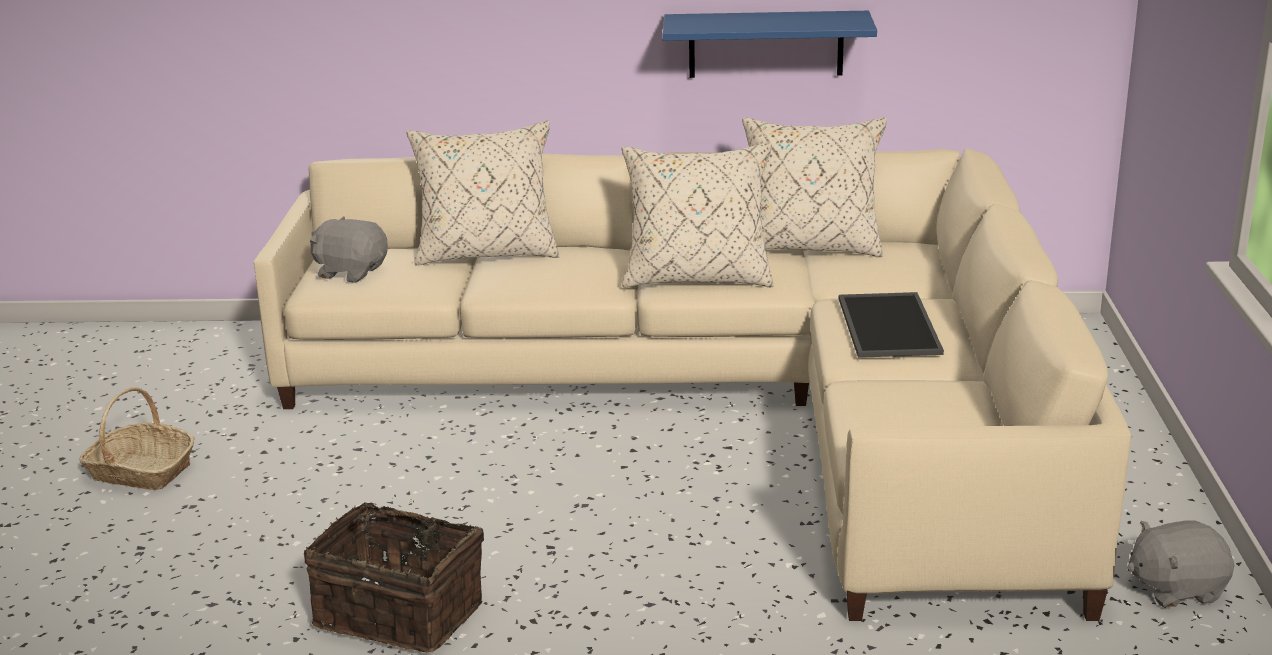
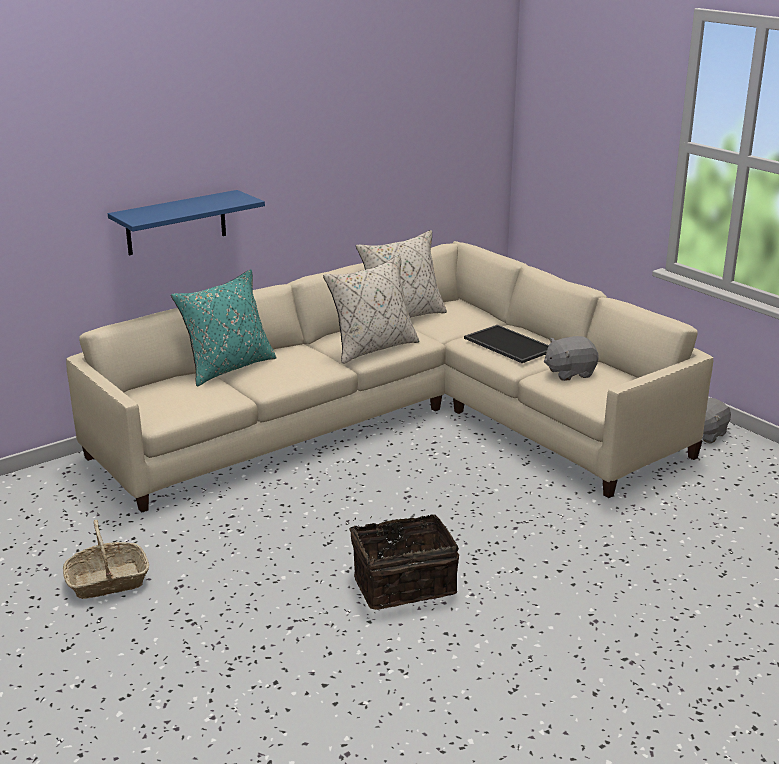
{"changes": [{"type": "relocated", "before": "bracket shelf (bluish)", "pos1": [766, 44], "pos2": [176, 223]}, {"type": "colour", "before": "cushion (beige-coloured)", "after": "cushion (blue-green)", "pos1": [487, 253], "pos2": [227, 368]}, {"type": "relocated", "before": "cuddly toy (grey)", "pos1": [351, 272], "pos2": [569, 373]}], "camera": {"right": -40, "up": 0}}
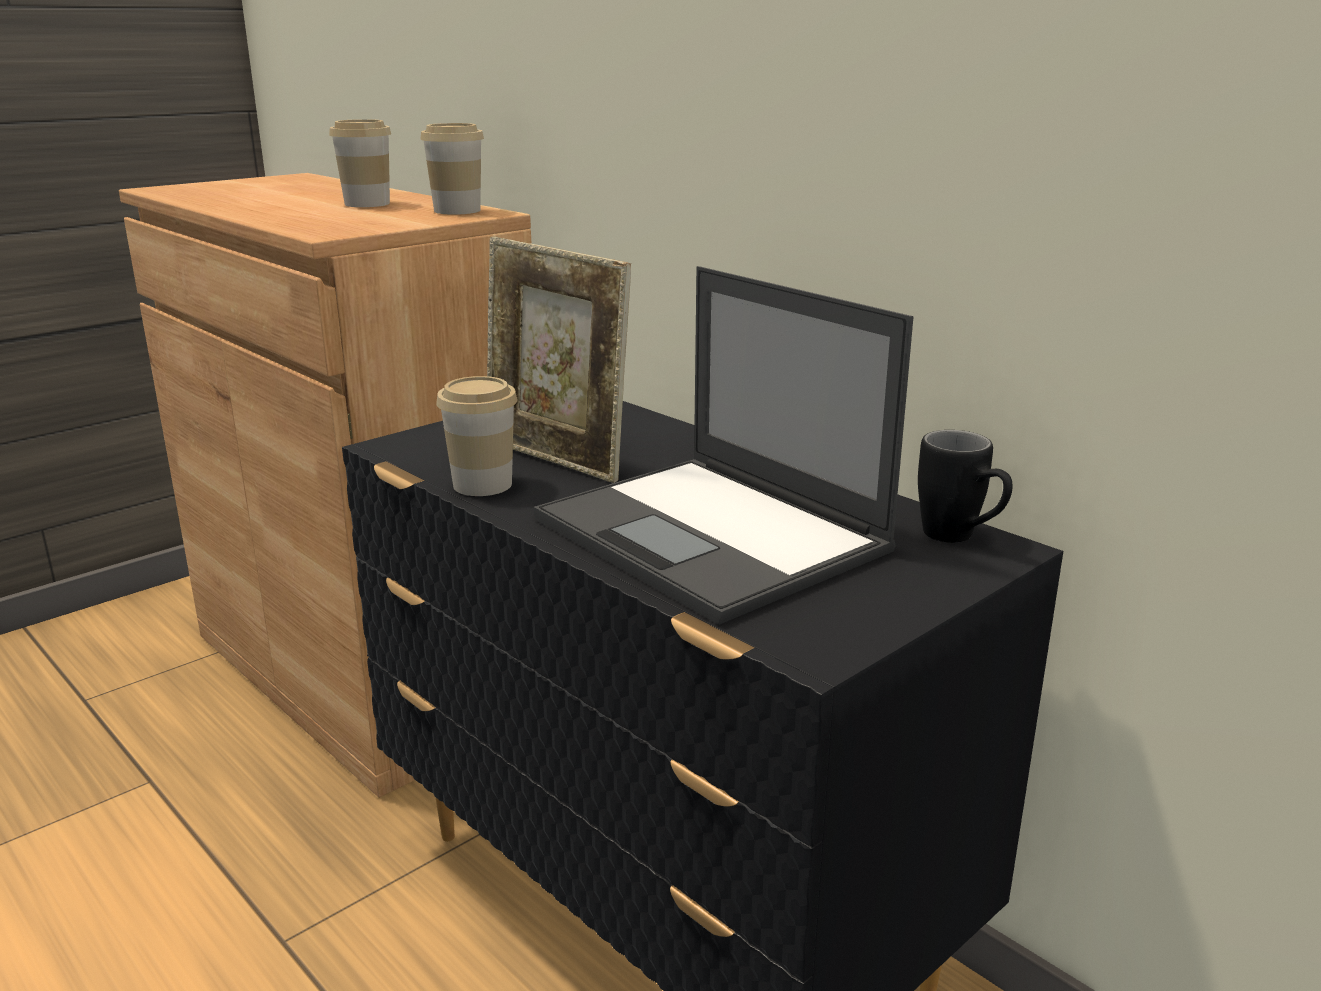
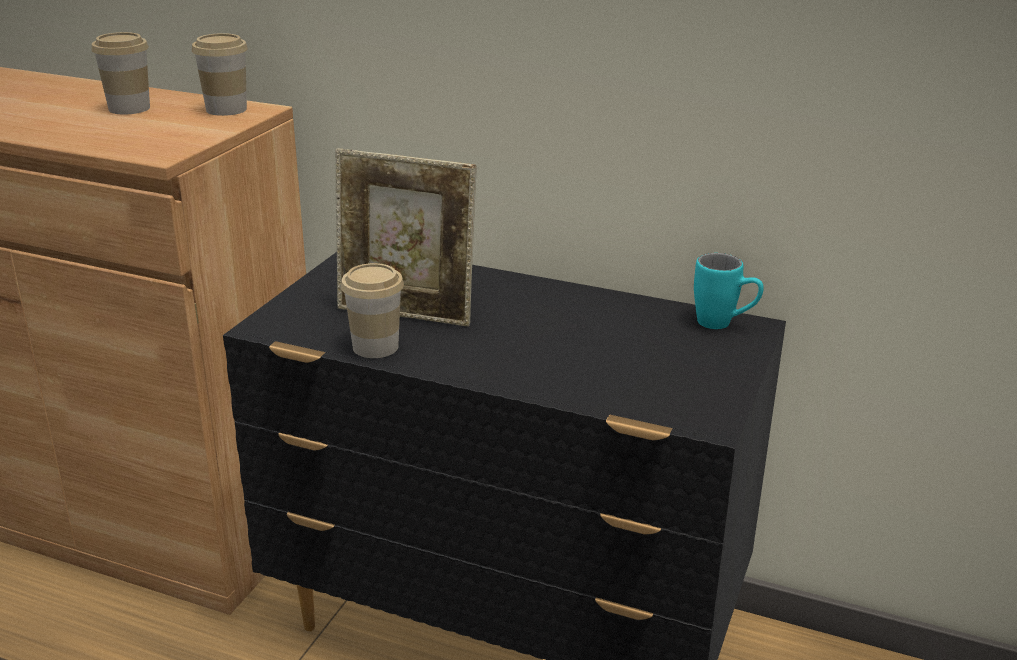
{"changes": [{"type": "missing", "before": "notebook computer", "pos1": [713, 536]}, {"type": "colour", "before": "mug (blackish)", "after": "mug (blue-green)", "pos1": [960, 539], "pos2": [724, 324]}], "camera": {"right": -25, "up": 5}}
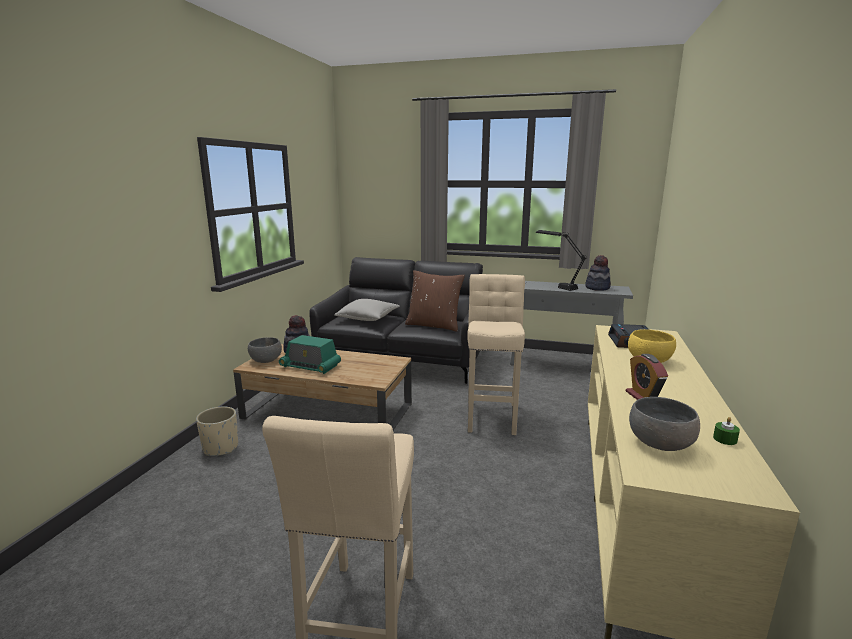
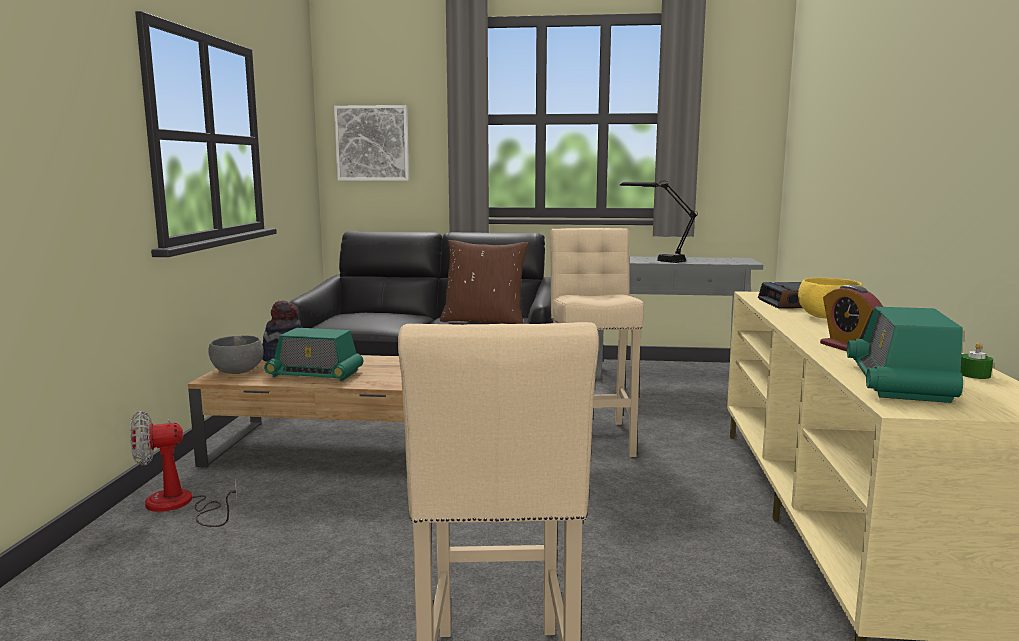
{"changes": [{"type": "missing", "before": "clothing hat", "pos1": [597, 288]}, {"type": "missing", "before": "cushion (grey)", "pos1": [368, 318]}, {"type": "exchanged", "before": "deep dish (grey)", "after": "radio set", "pos1": [660, 443], "pos2": [899, 382]}, {"type": "exchanged", "before": "plant pot (beige-coloured)", "after": "cooling fan", "pos1": [221, 448], "pos2": [179, 505]}, {"type": "appeared", "after": "picture", "pos2": [372, 143]}], "camera": {"right": -10, "up": -5}}
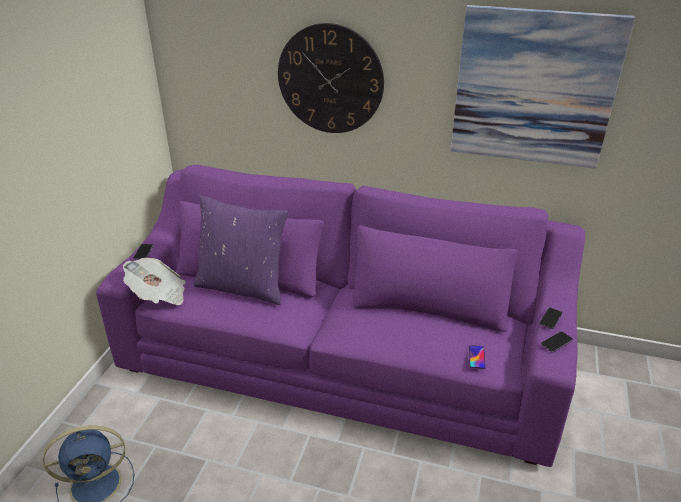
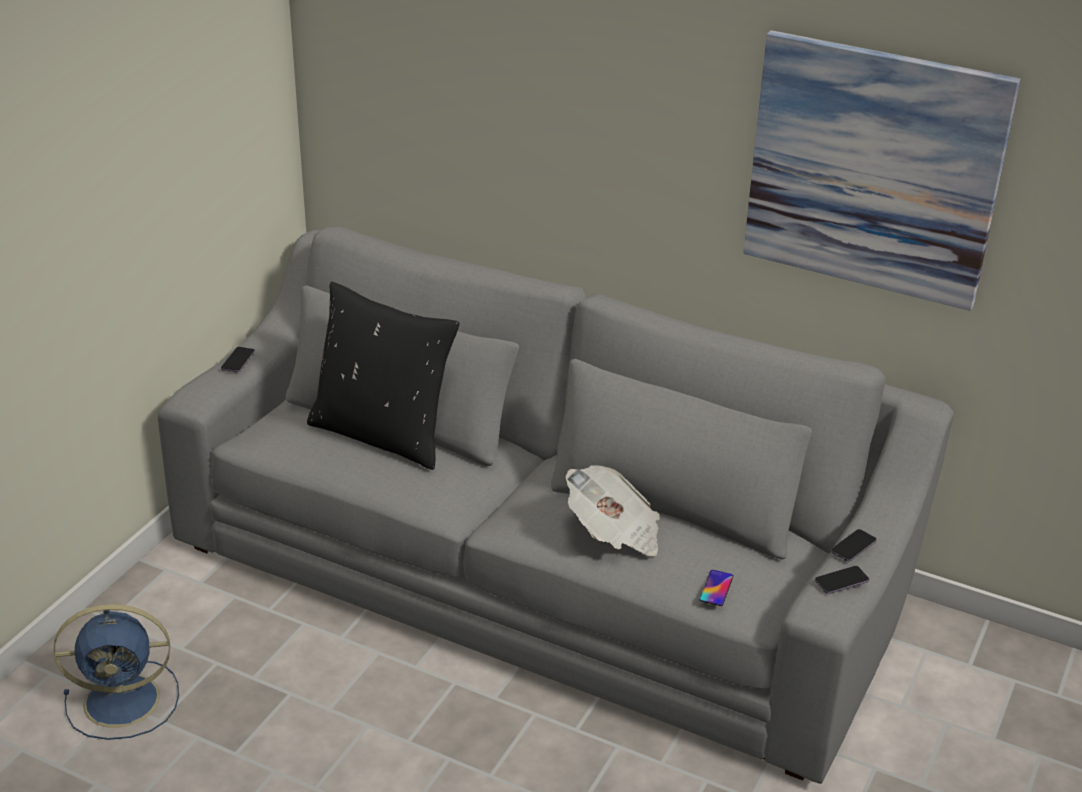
{"changes": [{"type": "missing", "before": "wall clock", "pos1": [330, 79]}, {"type": "colour", "before": "sofa (purplish)", "after": "sofa (grey)", "pos1": [341, 356], "pos2": [538, 575]}, {"type": "colour", "before": "cushion (purplish)", "after": "cushion (blackish)", "pos1": [243, 286], "pos2": [383, 434]}, {"type": "relocated", "before": "printed paper", "pos1": [158, 294], "pos2": [614, 533]}], "camera": {"right": 10, "up": 0}}
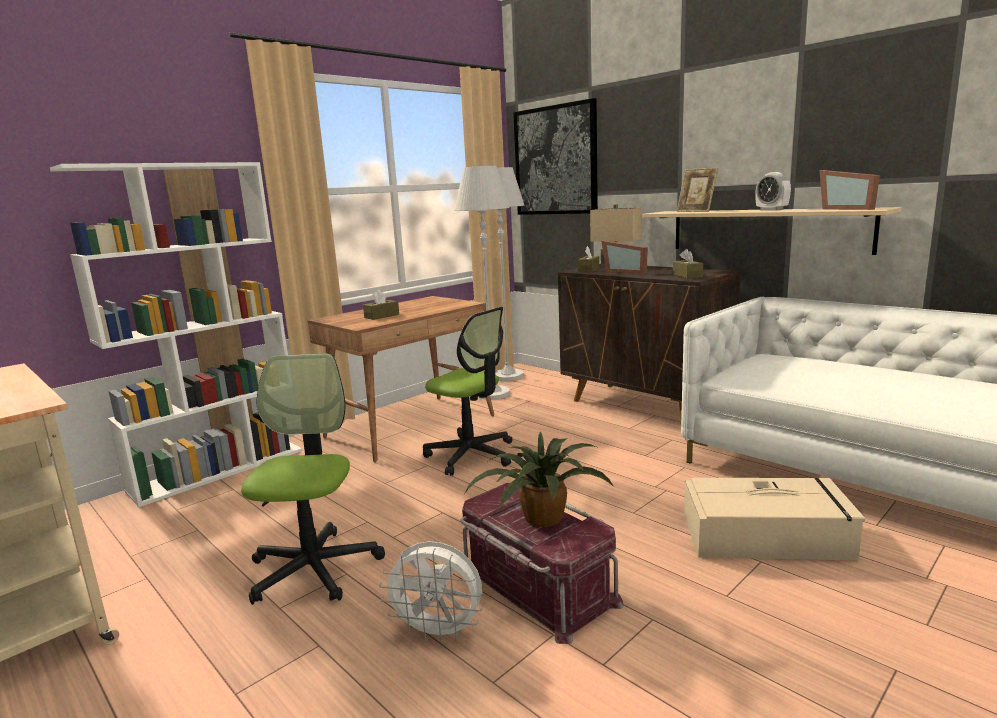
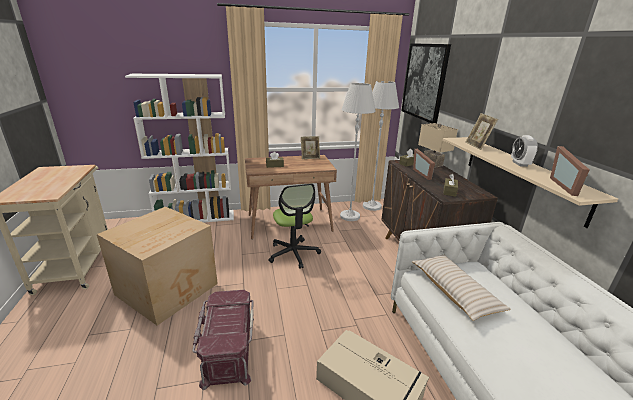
{"changes": [{"type": "exchanged", "before": "office chair", "after": "carton", "pos1": [314, 569], "pos2": [169, 289]}, {"type": "missing", "before": "plant in a pot", "pos1": [540, 519]}, {"type": "missing", "before": "cooling fan (whitish)", "pos1": [439, 632]}, {"type": "appeared", "after": "photo frame", "pos2": [310, 157]}, {"type": "appeared", "after": "cushion (beige-coloured)", "pos2": [454, 291]}], "camera": {"right": 30, "up": 10}}
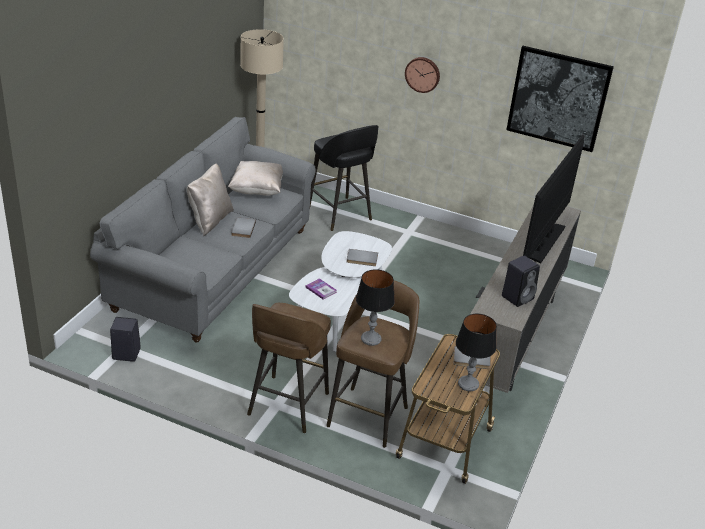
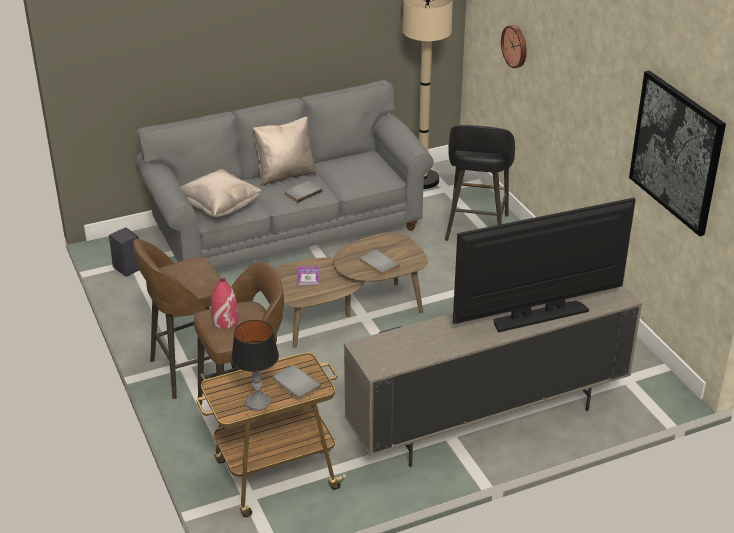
{"changes": [{"type": "relocated", "before": "wall clock", "pos1": [423, 74], "pos2": [515, 46]}, {"type": "relocated", "before": "cushion (beige-coloured)", "pos1": [256, 190], "pos2": [220, 207]}, {"type": "colour", "before": "low table (whitish)", "after": "low table (brown-coloured)", "pos1": [339, 310], "pos2": [349, 314]}, {"type": "missing", "before": "audio speaker (blackish)", "pos1": [518, 297]}, {"type": "exchanged", "before": "table lamp", "after": "decorative vase (red)", "pos1": [370, 339], "pos2": [225, 320]}], "camera": {"right": 45, "up": 0}}
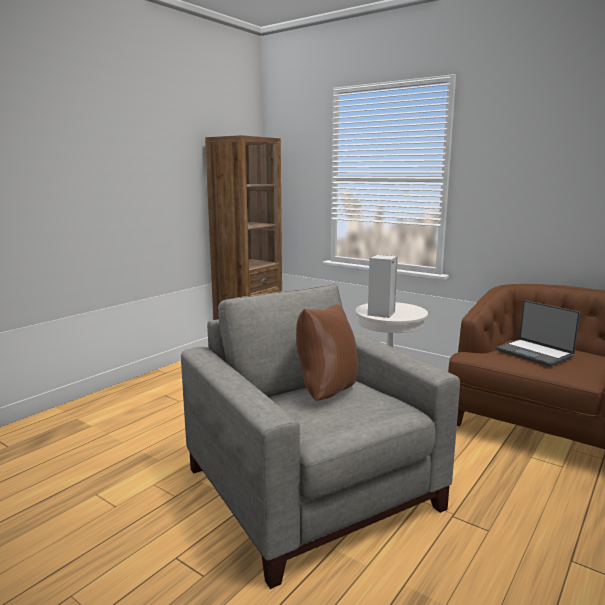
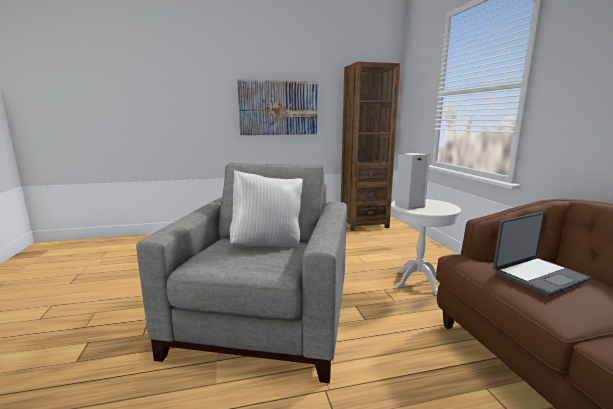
{"changes": [{"type": "spun", "before": "notebook computer", "pos1": [535, 353], "pos2": [538, 276], "turn": -120}, {"type": "colour", "before": "cushion (brown-coloured)", "after": "cushion (whitish)", "pos1": [326, 392], "pos2": [268, 245]}, {"type": "appeared", "after": "picture", "pos2": [278, 108]}], "camera": {"right": 40, "up": 0}}
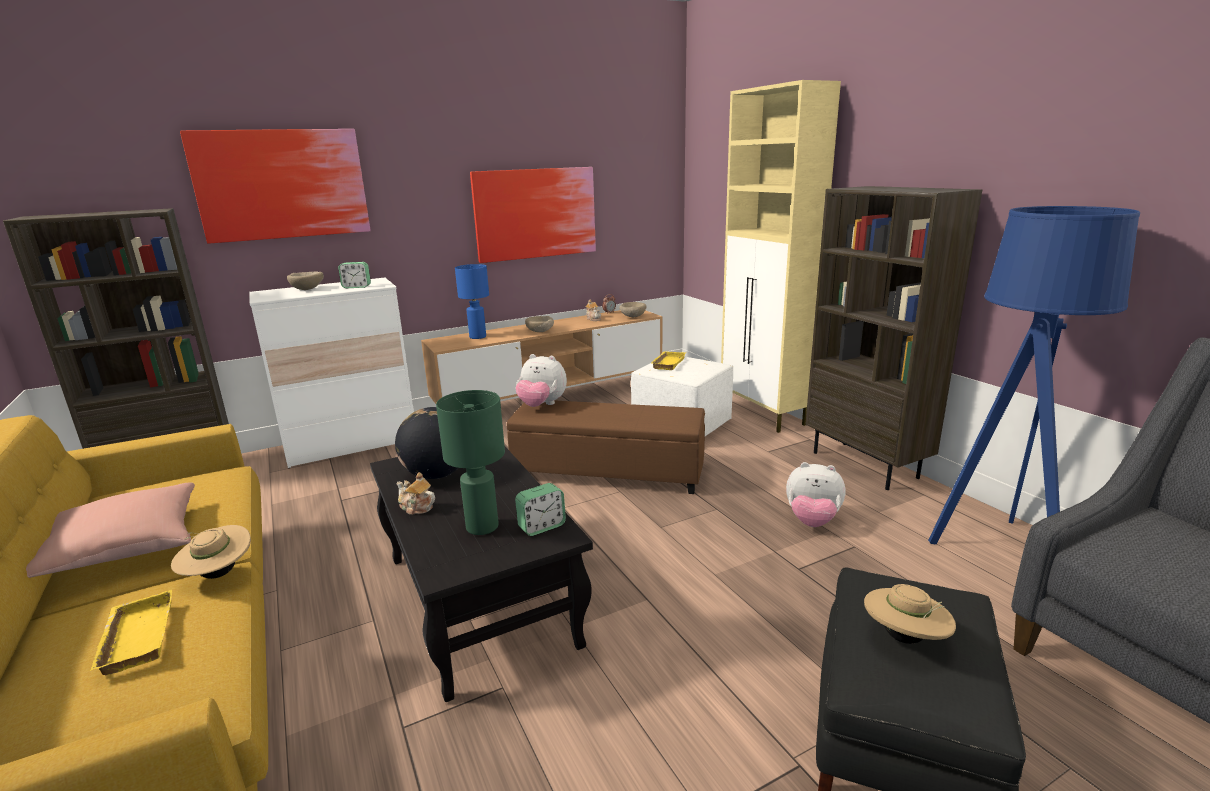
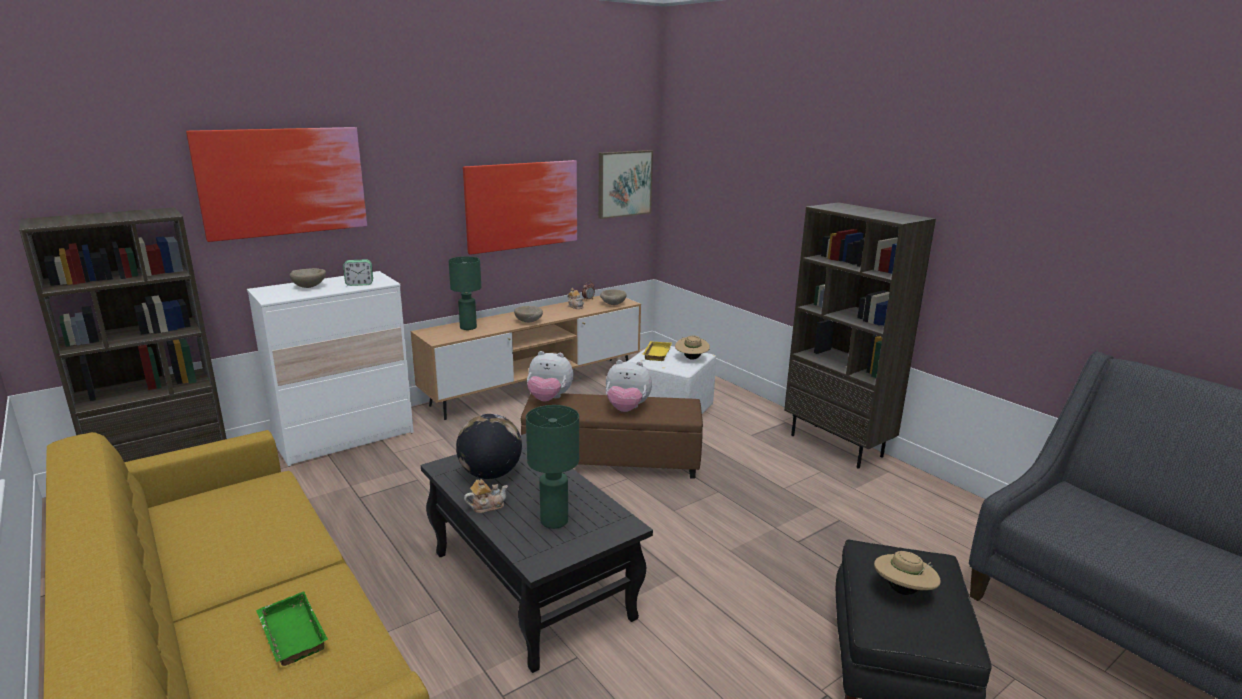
{"changes": [{"type": "missing", "before": "cupboard (beige-coloured)", "pos1": [763, 415]}, {"type": "missing", "before": "floor lamp (bluish)", "pos1": [998, 548]}, {"type": "colour", "before": "table lamp (bluish)", "after": "table lamp (green-coloured)", "pos1": [477, 337], "pos2": [468, 328]}, {"type": "relocated", "before": "cuddly toy", "pos1": [812, 521], "pos2": [627, 409]}, {"type": "spun", "before": "tea pot", "pos1": [416, 507], "pos2": [487, 506], "turn": 135}, {"type": "missing", "before": "cushion (pink)", "pos1": [125, 546]}, {"type": "missing", "before": "alarm clock", "pos1": [542, 526]}, {"type": "relocated", "before": "clothing hat (beige-coloured)", "pos1": [218, 574], "pos2": [691, 358]}, {"type": "colour", "before": "carrying tray (yellow-coloured)", "after": "carrying tray (green-coloured)", "pos1": [135, 638], "pos2": [289, 634]}, {"type": "appeared", "after": "picture", "pos2": [624, 183]}], "camera": {"right": -10, "up": 0}}
